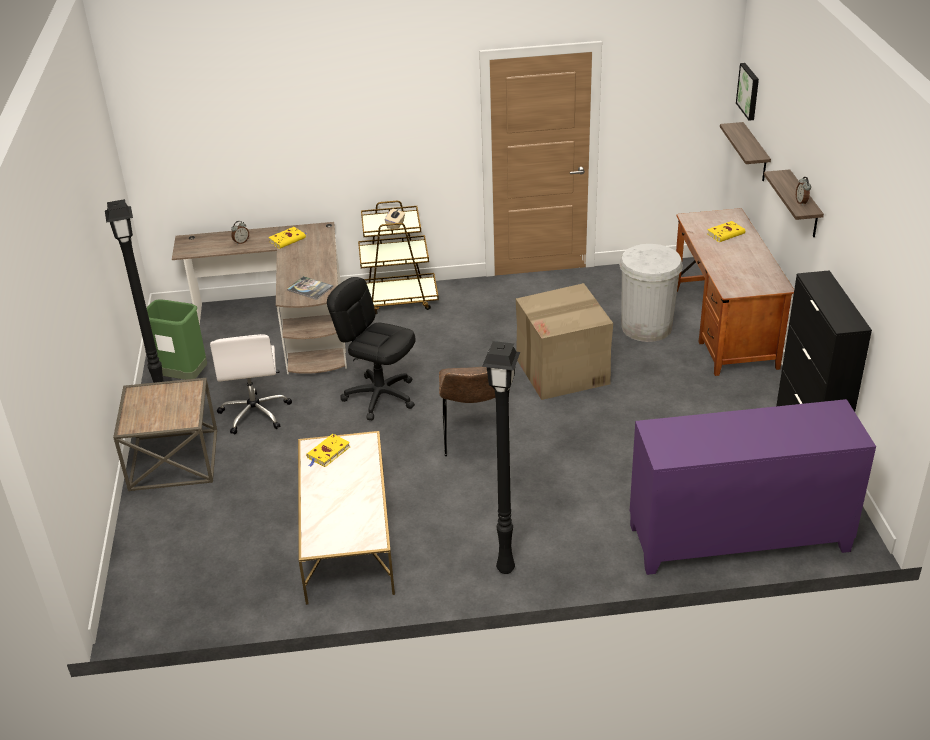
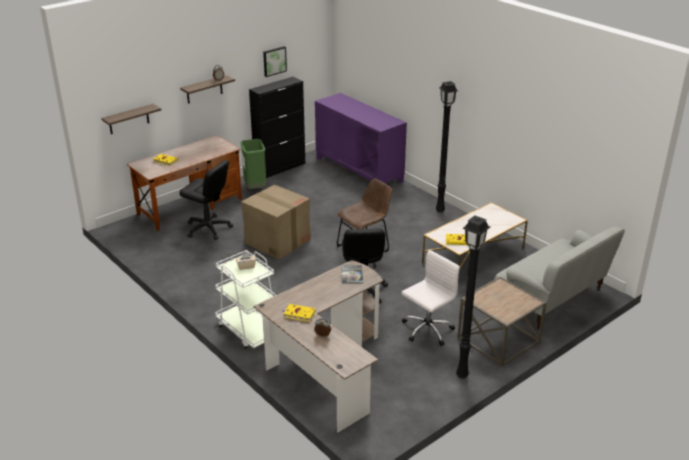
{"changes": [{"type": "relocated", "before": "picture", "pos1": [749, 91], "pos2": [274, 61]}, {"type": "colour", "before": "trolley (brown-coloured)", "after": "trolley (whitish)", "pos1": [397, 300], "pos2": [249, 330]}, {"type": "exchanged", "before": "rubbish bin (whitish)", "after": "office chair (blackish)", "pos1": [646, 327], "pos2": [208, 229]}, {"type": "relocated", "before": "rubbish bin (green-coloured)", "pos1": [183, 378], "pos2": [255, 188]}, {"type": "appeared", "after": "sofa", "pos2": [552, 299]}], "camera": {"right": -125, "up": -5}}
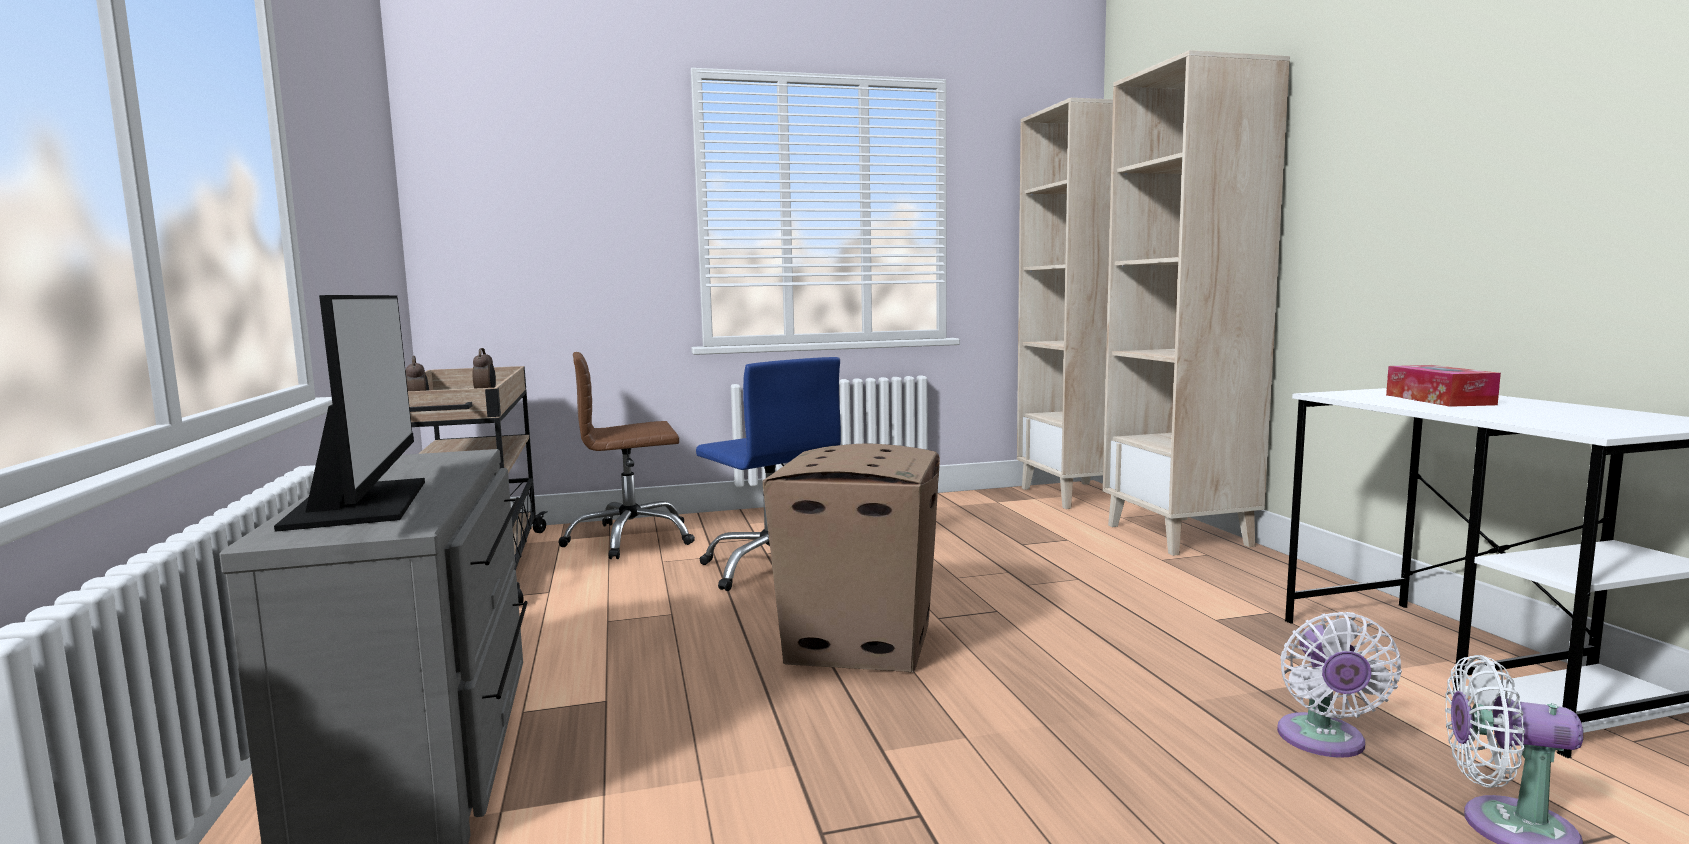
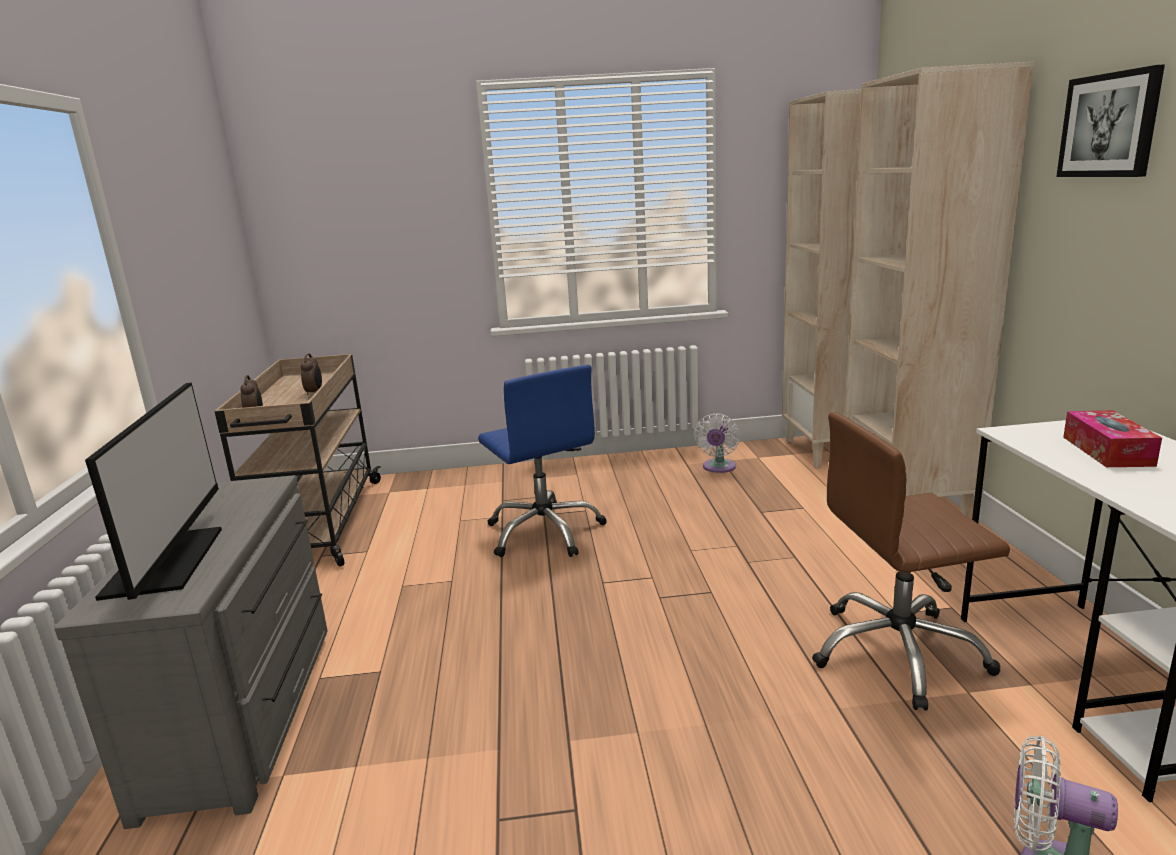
{"changes": [{"type": "relocated", "before": "office chair (brown-coloured)", "pos1": [630, 539], "pos2": [898, 653]}, {"type": "missing", "before": "carton", "pos1": [860, 642]}, {"type": "relocated", "before": "cooling fan (whitish)", "pos1": [1323, 742], "pos2": [718, 468]}, {"type": "appeared", "after": "picture", "pos2": [1109, 125]}], "camera": {"right": 10, "up": 10}}
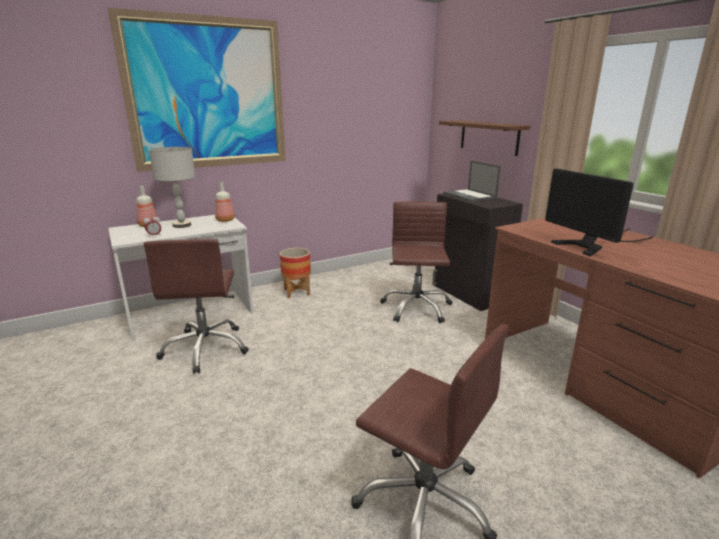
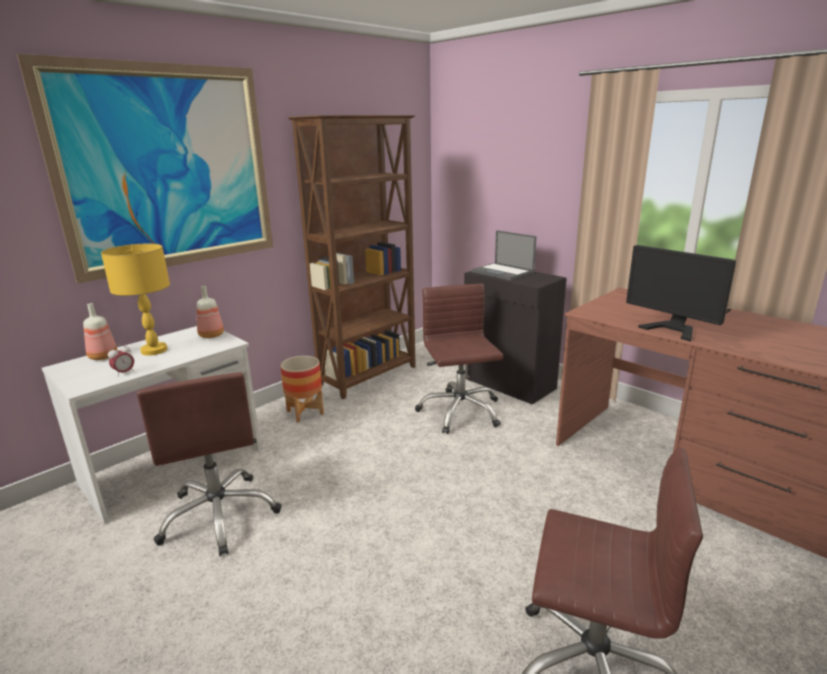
{"changes": [{"type": "missing", "before": "bracket shelf (brown-coloured)", "pos1": [489, 137]}, {"type": "colour", "before": "table lamp (grey)", "after": "table lamp (yellow-coloured)", "pos1": [181, 225], "pos2": [153, 351]}, {"type": "appeared", "after": "bookcase (brown-coloured)", "pos2": [369, 376]}], "camera": {"right": -15, "up": 0}}
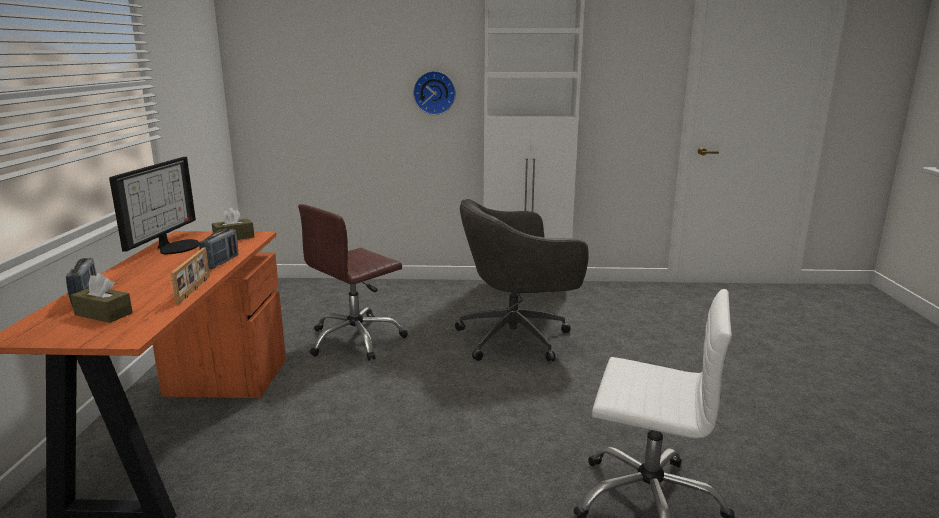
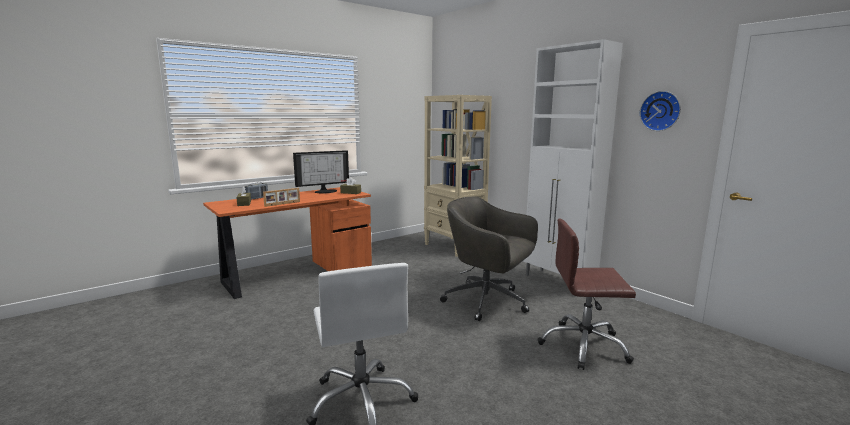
{"changes": [{"type": "relocated", "before": "wall clock", "pos1": [434, 93], "pos2": [661, 111]}, {"type": "relocated", "before": "office chair (brown-coloured)", "pos1": [356, 340], "pos2": [583, 346]}, {"type": "missing", "before": "radio set", "pos1": [221, 262]}, {"type": "appeared", "after": "bookcase (beige-coloured)", "pos2": [454, 247]}], "camera": {"right": 50, "up": -5}}
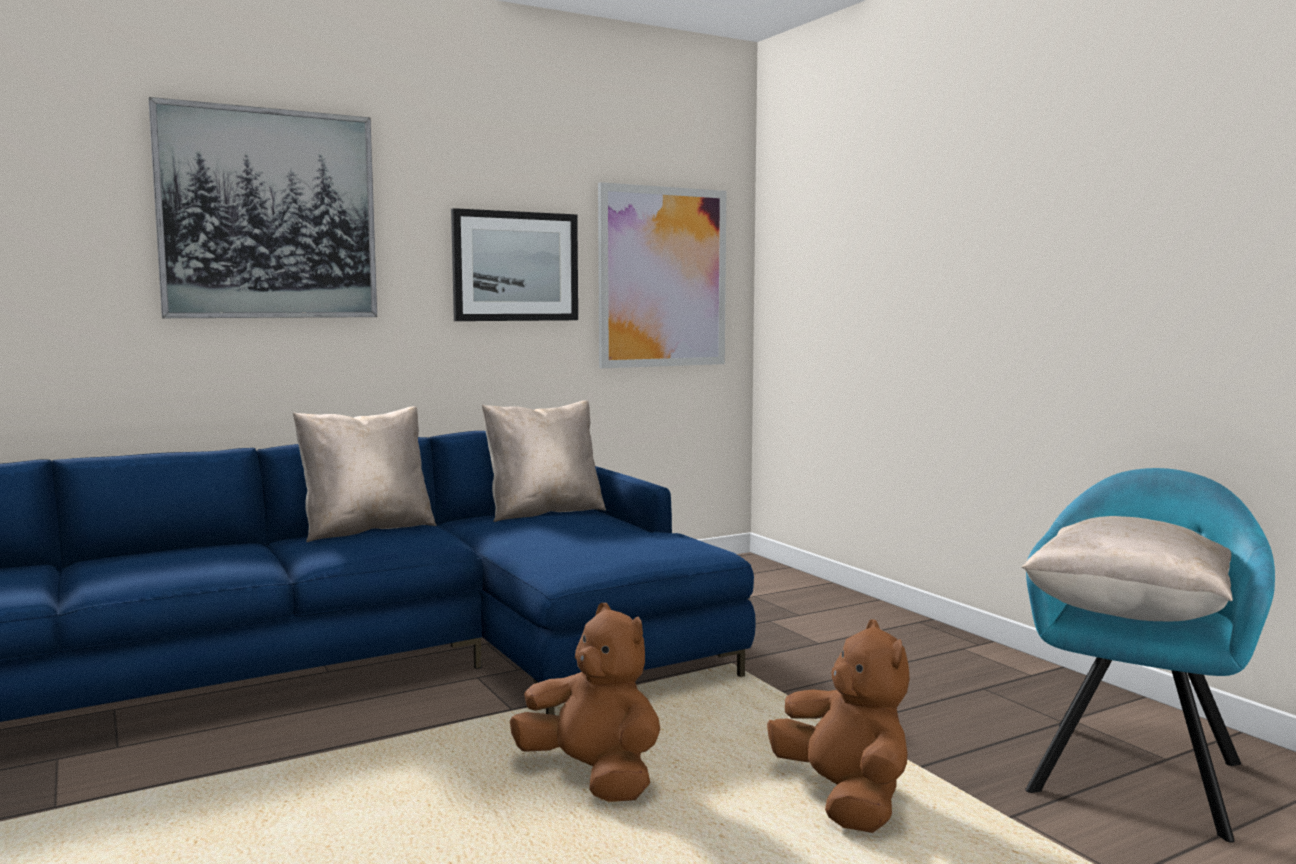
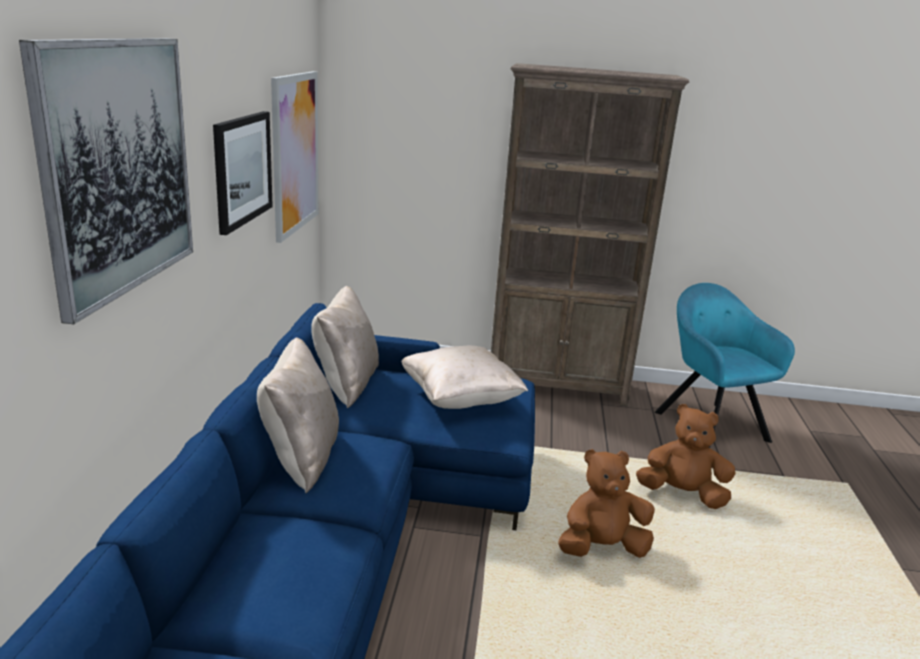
{"changes": [{"type": "relocated", "before": "cushion (beige-coloured)", "pos1": [1127, 615], "pos2": [460, 400]}, {"type": "appeared", "after": "bookcase (brown-coloured)", "pos2": [557, 387]}], "camera": {"right": -55, "up": 15}}
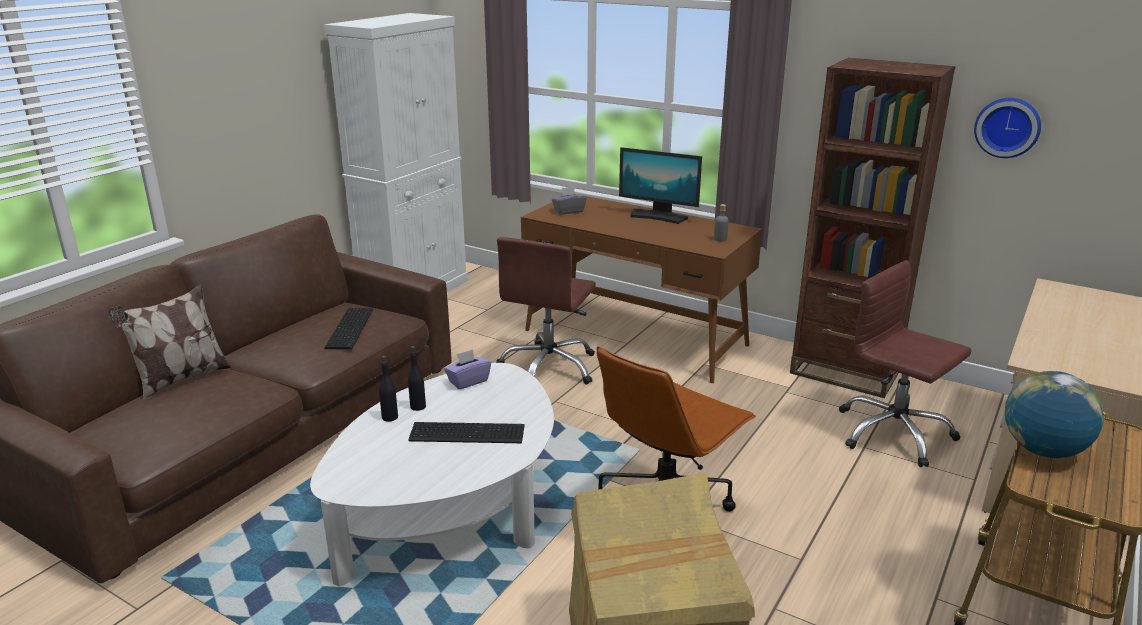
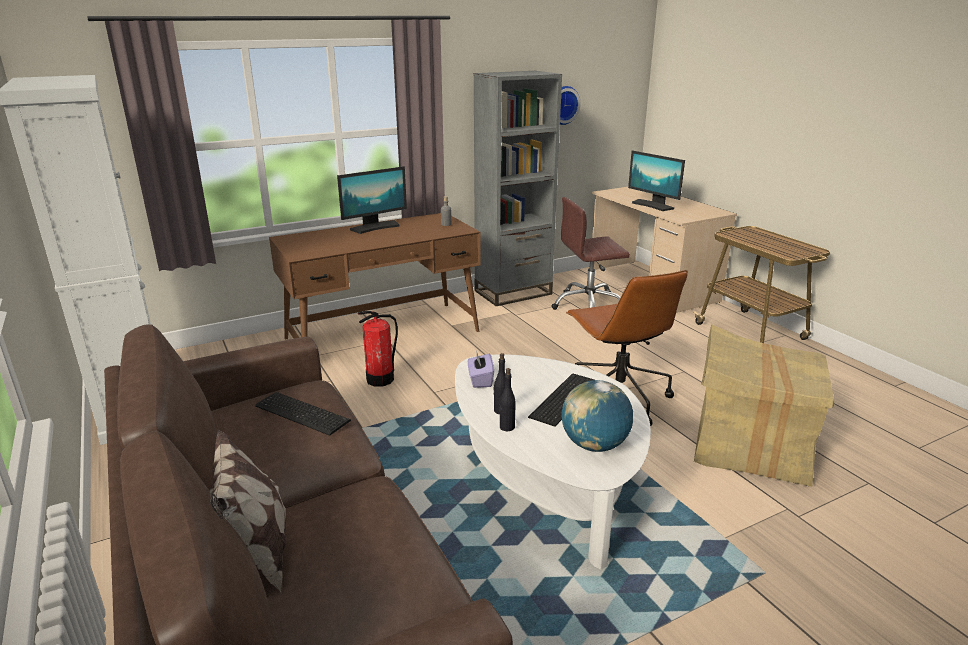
{"changes": [{"type": "colour", "before": "bookcase (brown-coloured)", "after": "bookcase (grey)", "pos1": [845, 372], "pos2": [513, 292]}, {"type": "missing", "before": "tissue box (grey)", "pos1": [568, 211]}, {"type": "exchanged", "before": "office chair (brown-coloured)", "after": "fire-fighting cylinder", "pos1": [549, 367], "pos2": [380, 379]}, {"type": "relocated", "before": "globe", "pos1": [1042, 450], "pos2": [594, 445]}, {"type": "appeared", "after": "monitor", "pos2": [653, 205]}], "camera": {"right": -60, "up": 0}}
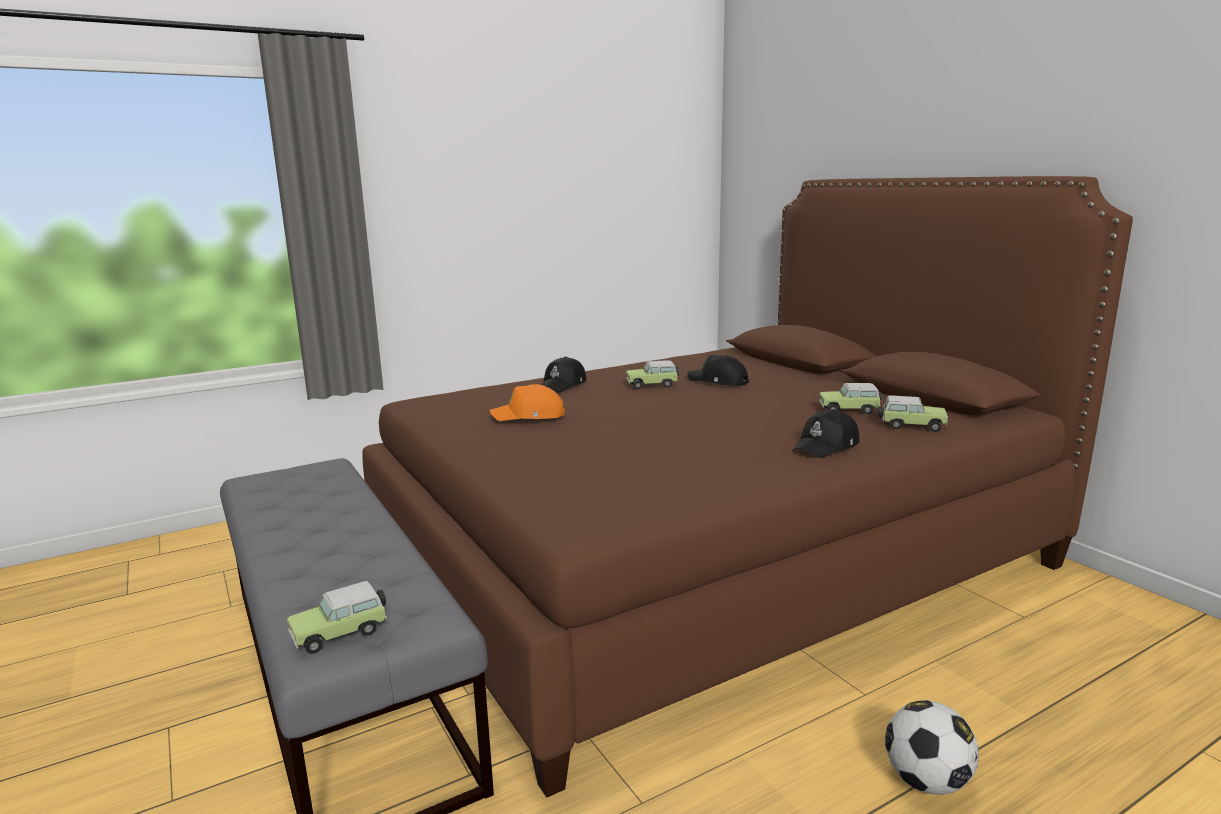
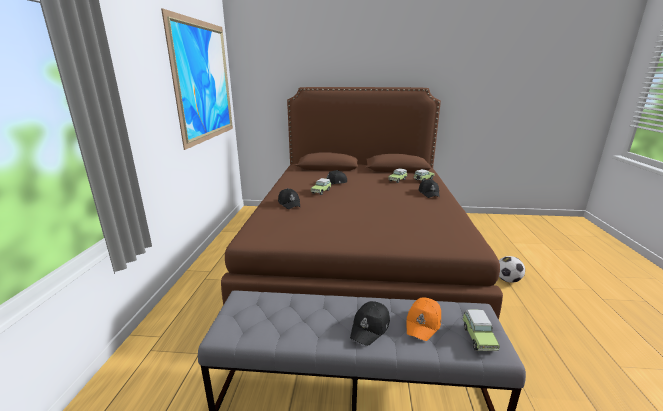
{"changes": [{"type": "relocated", "before": "baseball cap (orange)", "pos1": [529, 416], "pos2": [423, 323]}, {"type": "appeared", "after": "picture", "pos2": [204, 82]}, {"type": "appeared", "after": "baseball cap (blackish)", "pos2": [370, 327]}], "camera": {"right": -55, "up": 5}}
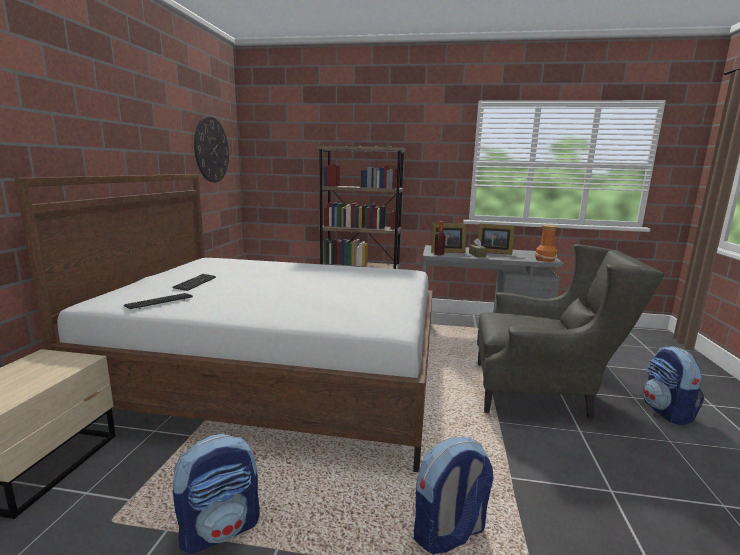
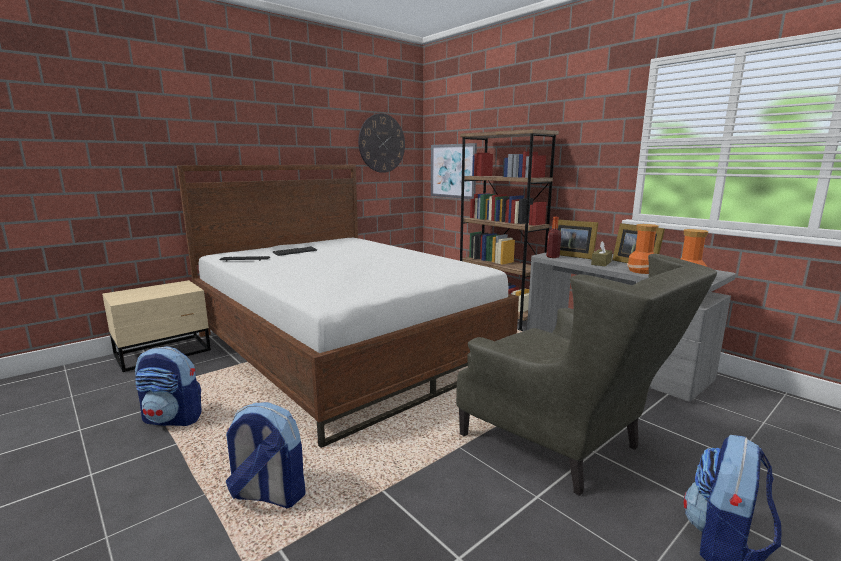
{"changes": [{"type": "appeared", "after": "picture", "pos2": [453, 171]}, {"type": "appeared", "after": "decorative vase", "pos2": [642, 271]}], "camera": {"right": 40, "up": 0}}
